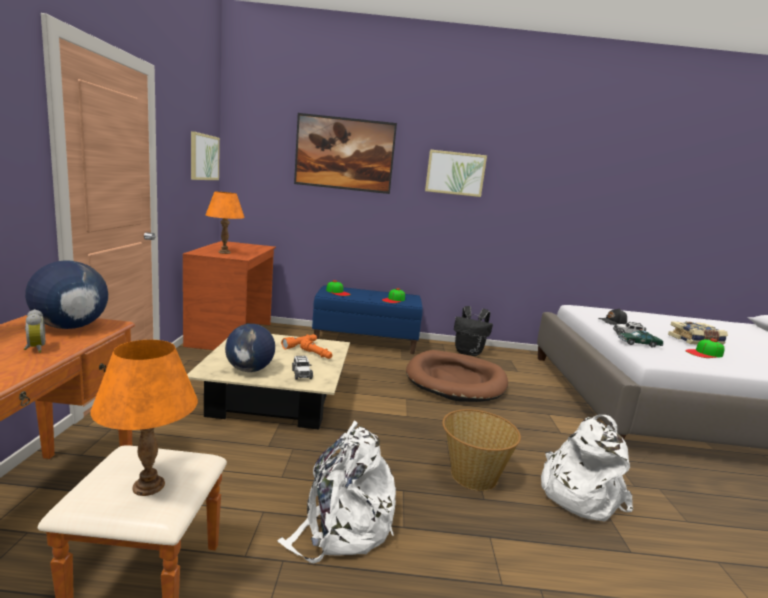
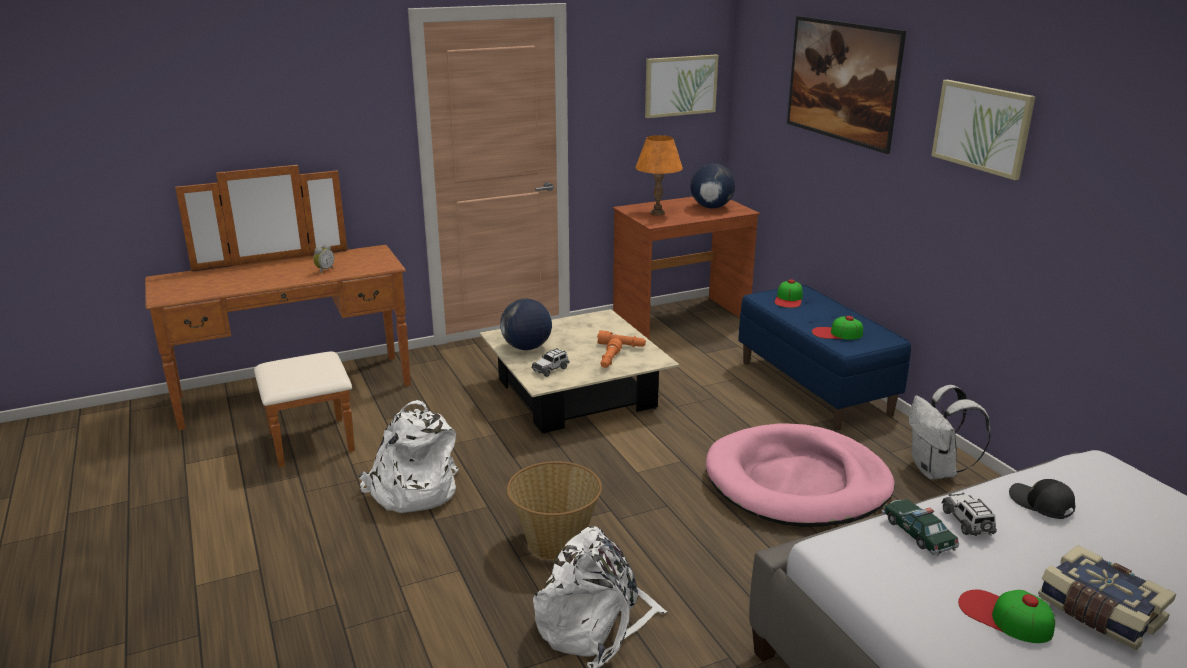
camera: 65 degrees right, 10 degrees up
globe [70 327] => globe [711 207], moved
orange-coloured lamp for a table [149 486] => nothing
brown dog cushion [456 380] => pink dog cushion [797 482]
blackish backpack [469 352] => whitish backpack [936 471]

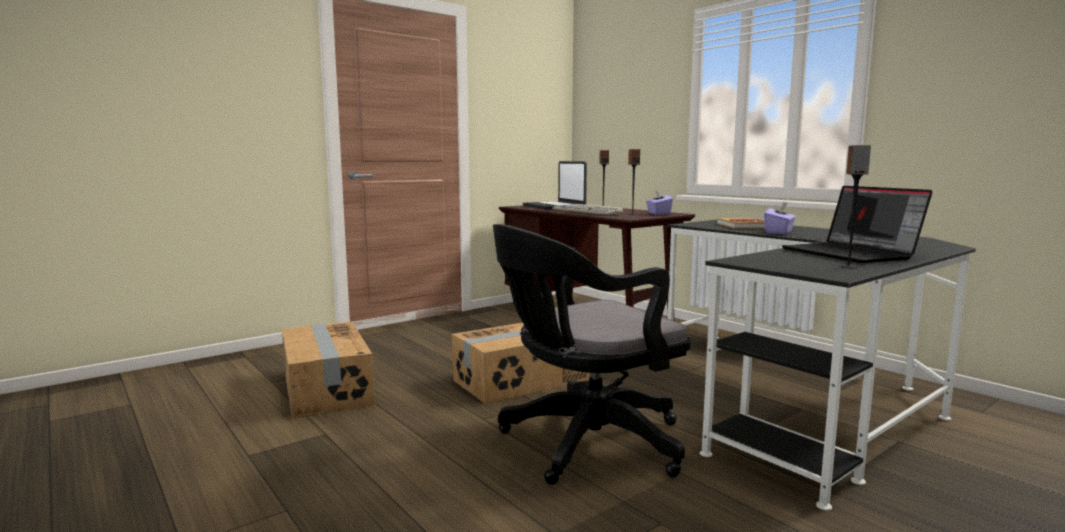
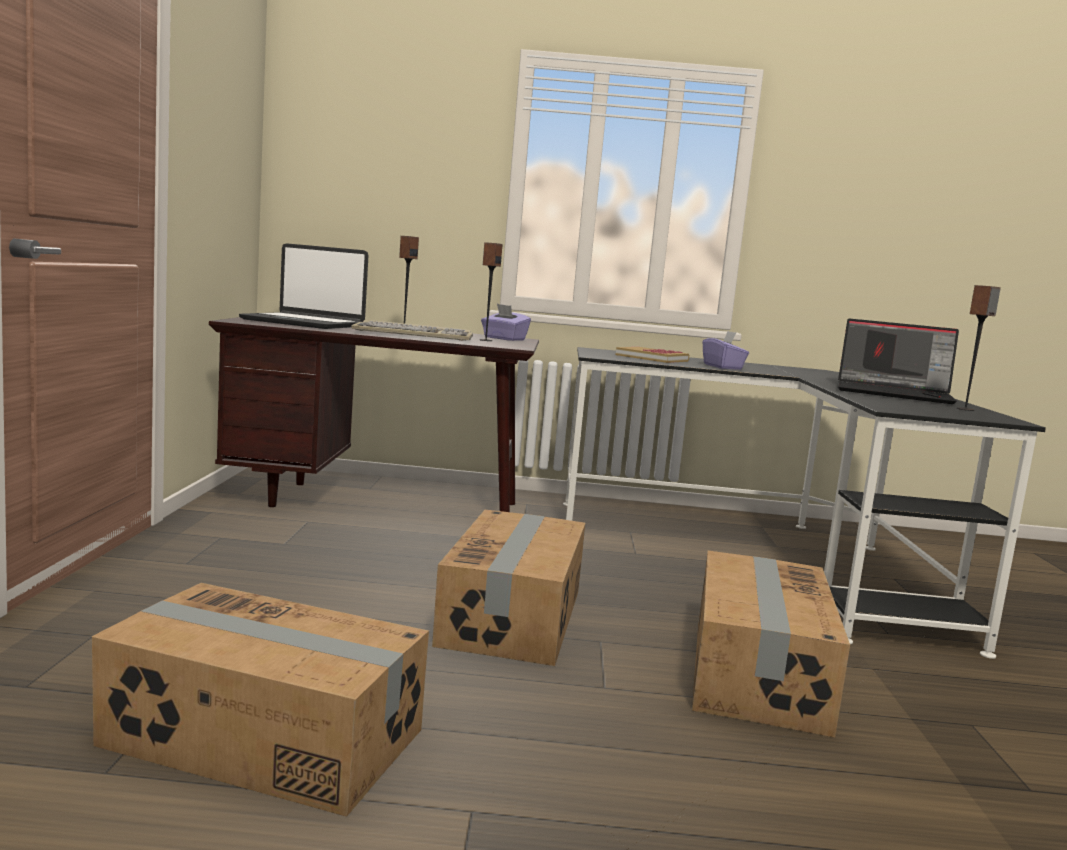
camera: 50 degrees left, 0 degrees up
blackish office chair [585 443] => carton [755 673]

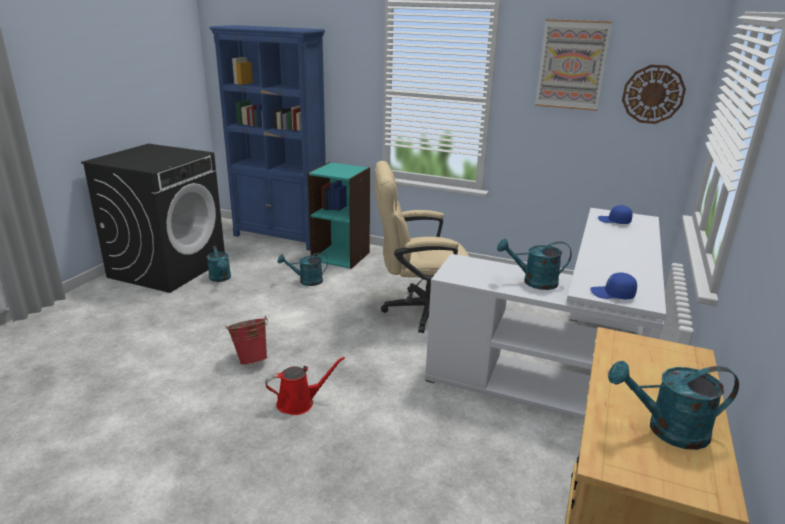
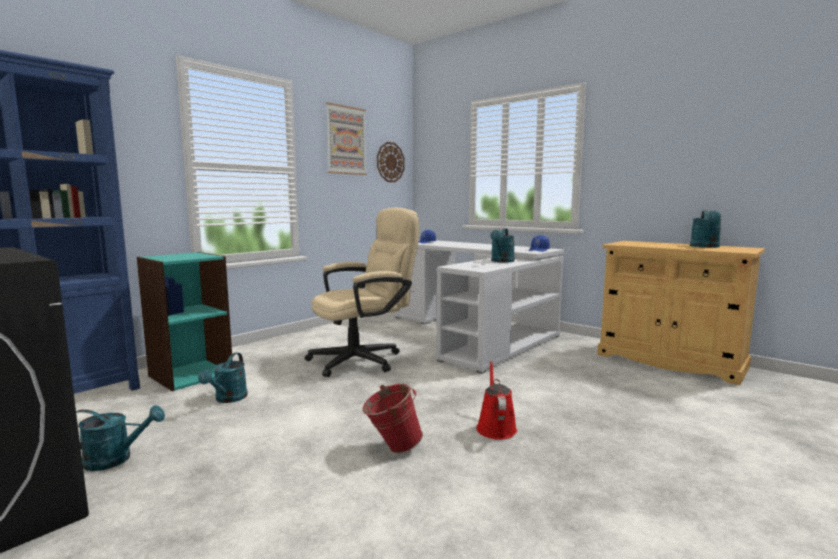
camera: 70 degrees left, 15 degrees down
beige-coloured office chair [419 310] => beige-coloured office chair [364 359], 135 degrees counterclockwise

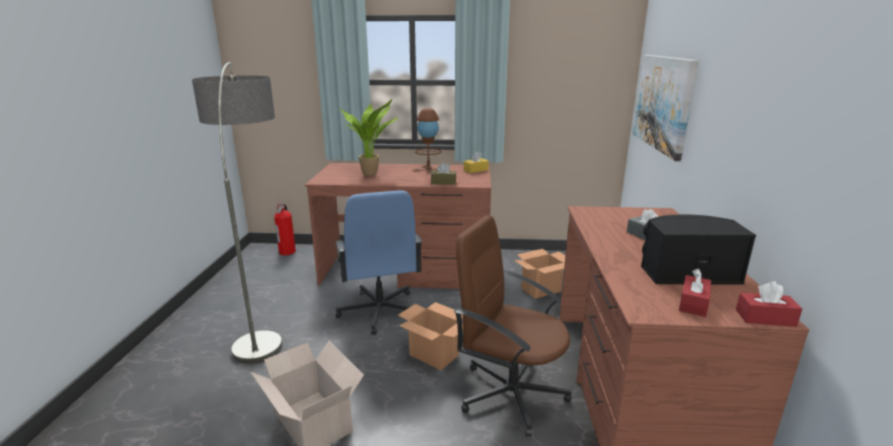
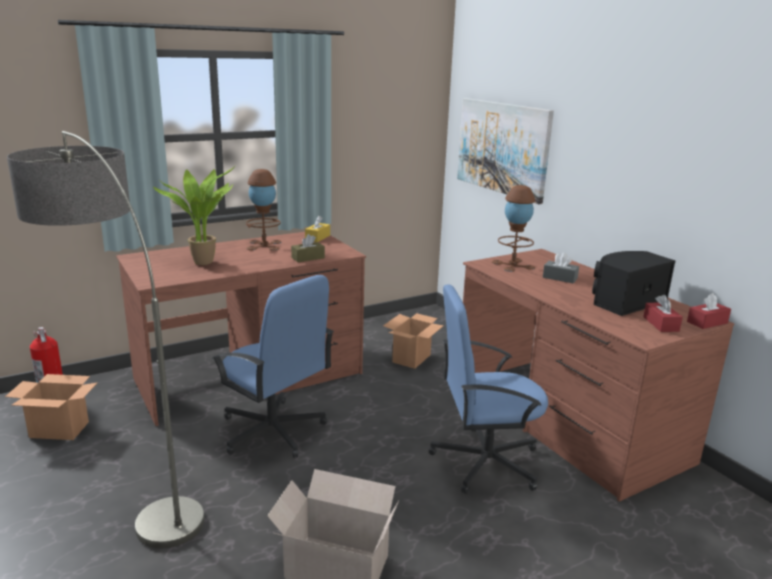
camera: 35 degrees left, 0 degrees up
carton [433 355] => carton [58 430], moved
brown office chair [510 393] => blue-coloured office chair [484 461]
nothing => brown lamp for a table [513 265]

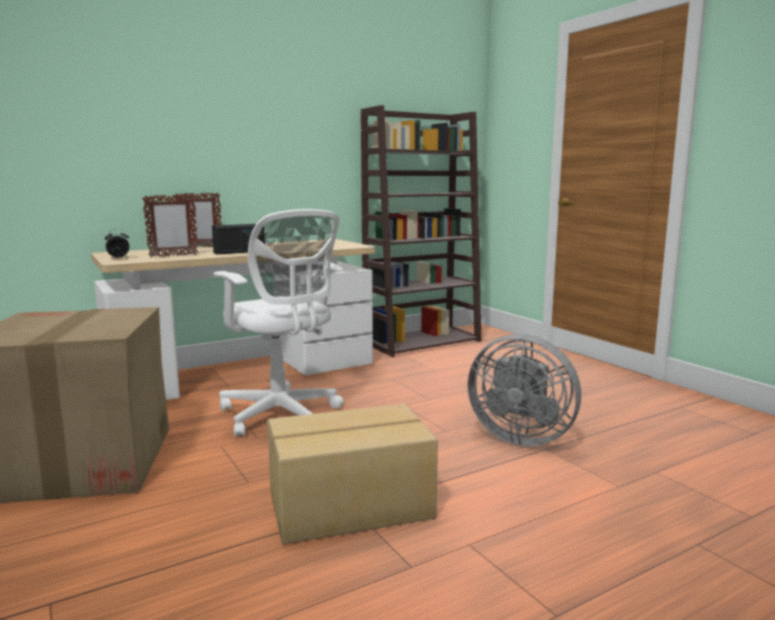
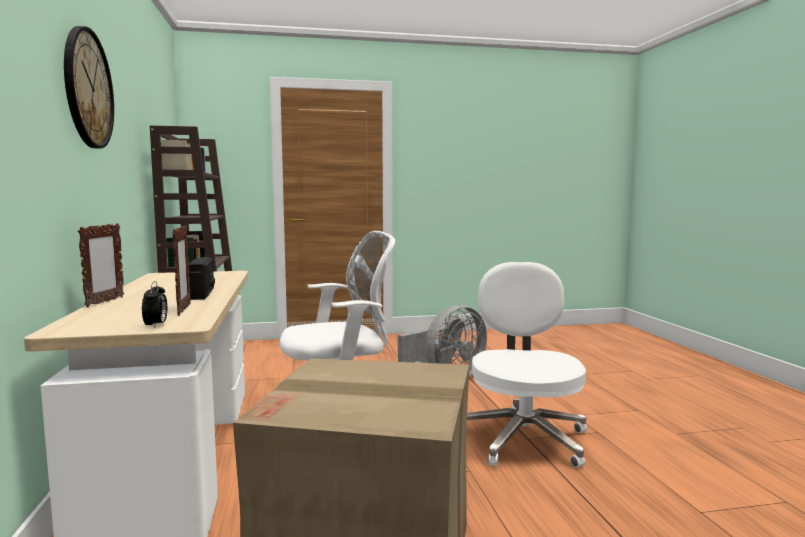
camera: 70 degrees left, 5 degrees down
carton [351 506] => whitish office chair [523 438]
nothing => wall clock [87 89]

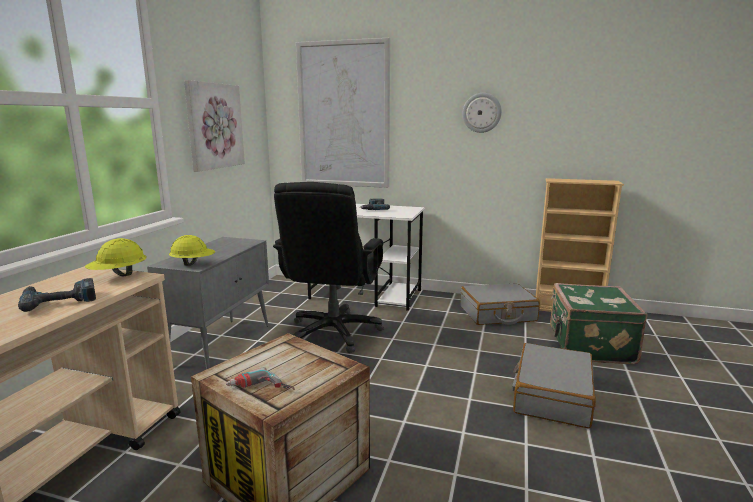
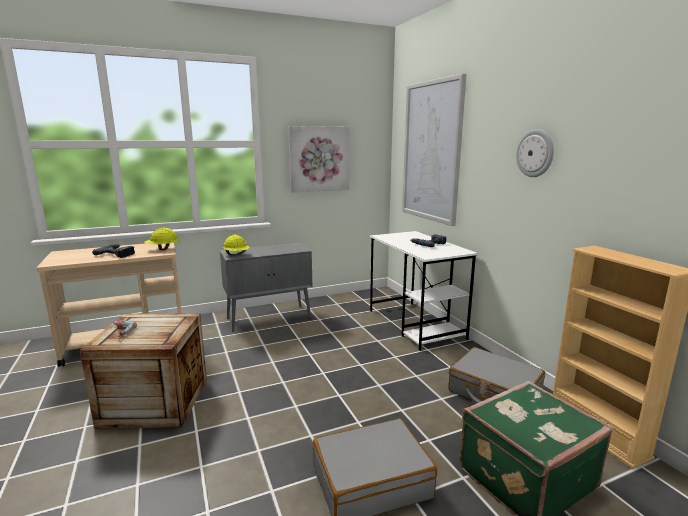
camera: 50 degrees right, 0 degrees up
blackish office chair [334 332] => nothing

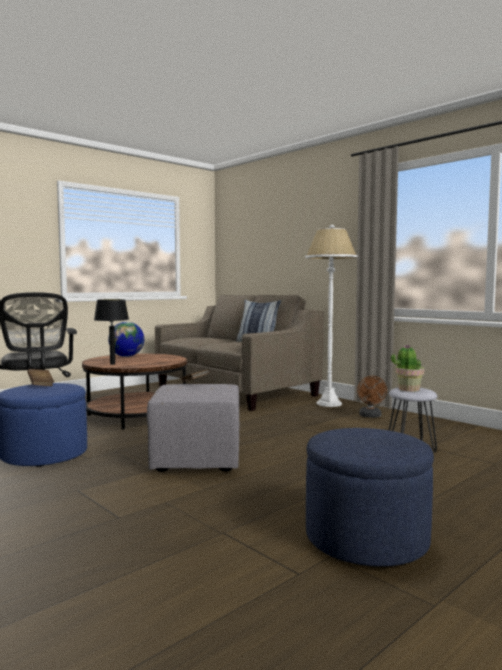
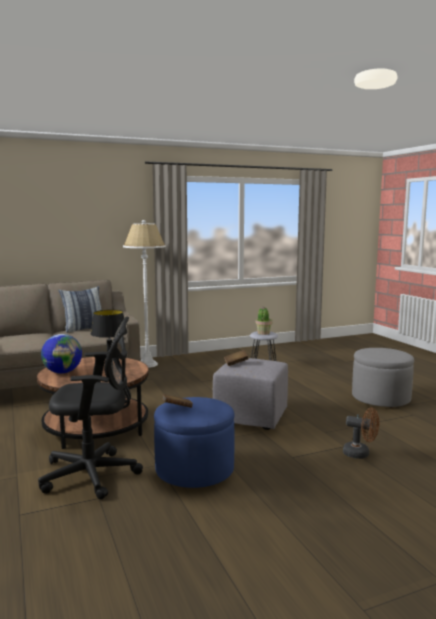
camera: 70 degrees left, 5 degrees up
blue-coloured pouffe [366 538] => greyish pouffe [380 398]
brown fan [370 416] => brown fan [360 454], moved

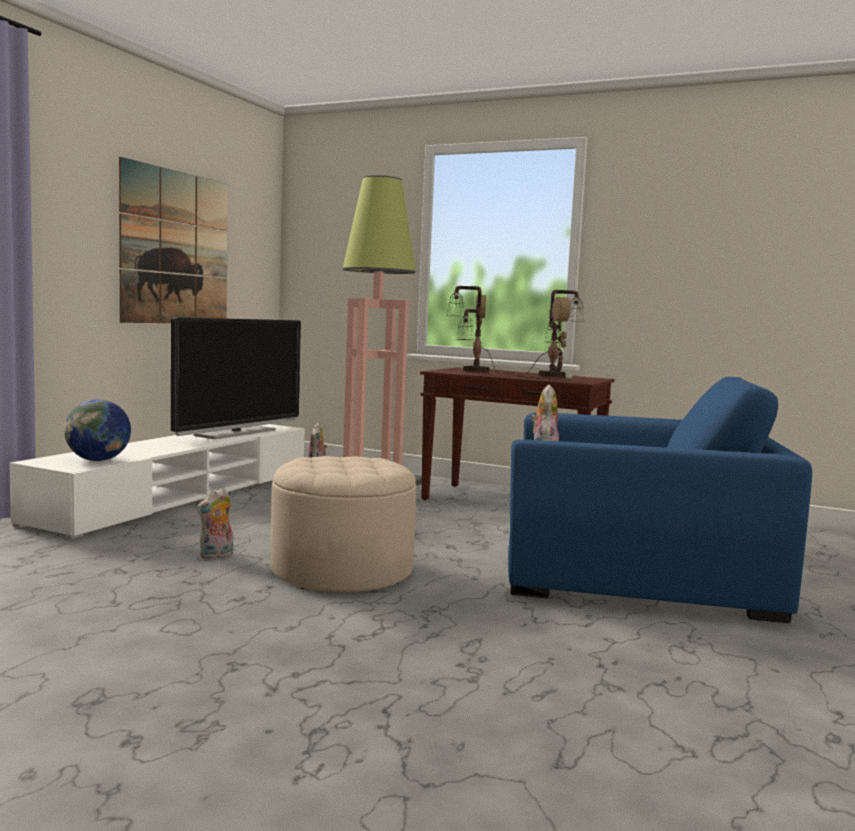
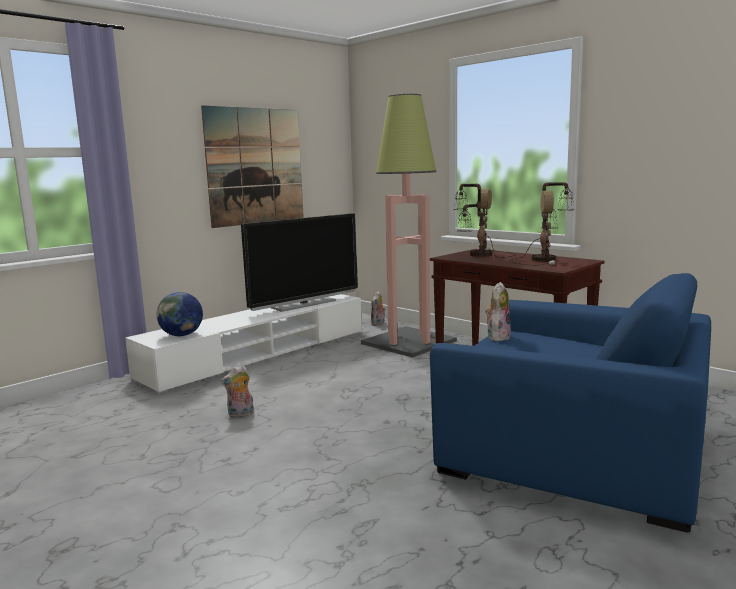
camera: 20 degrees right, 5 degrees up
beige-coloured pouffe [342 570] => nothing

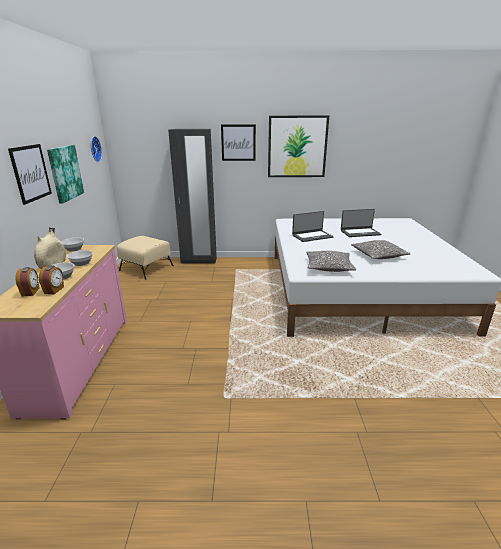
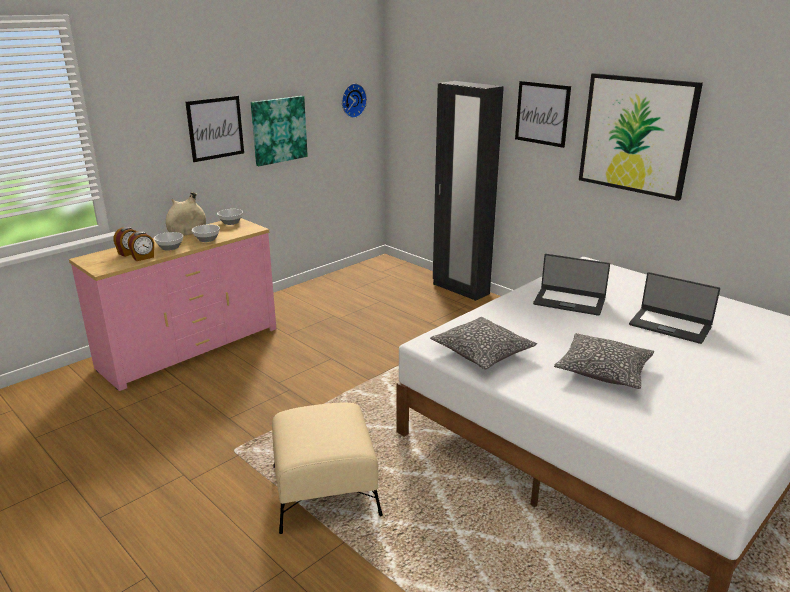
camera: 45 degrees right, 0 degrees up
beige-coloured pouffe [146 268] => beige-coloured pouffe [324 491], moved

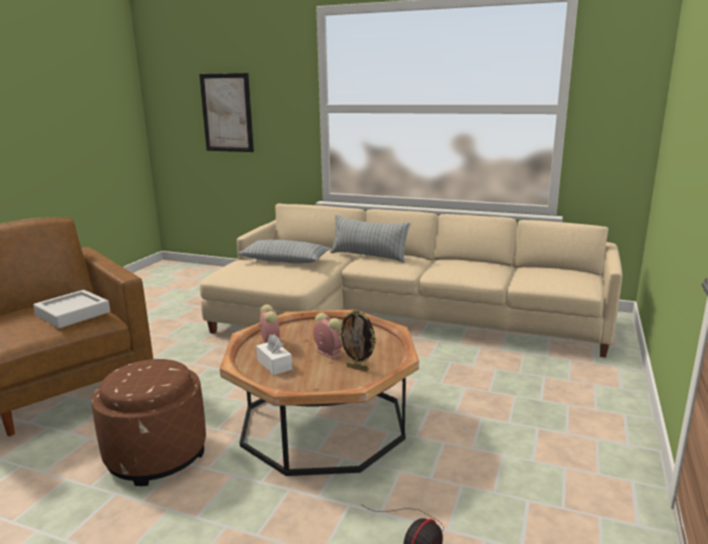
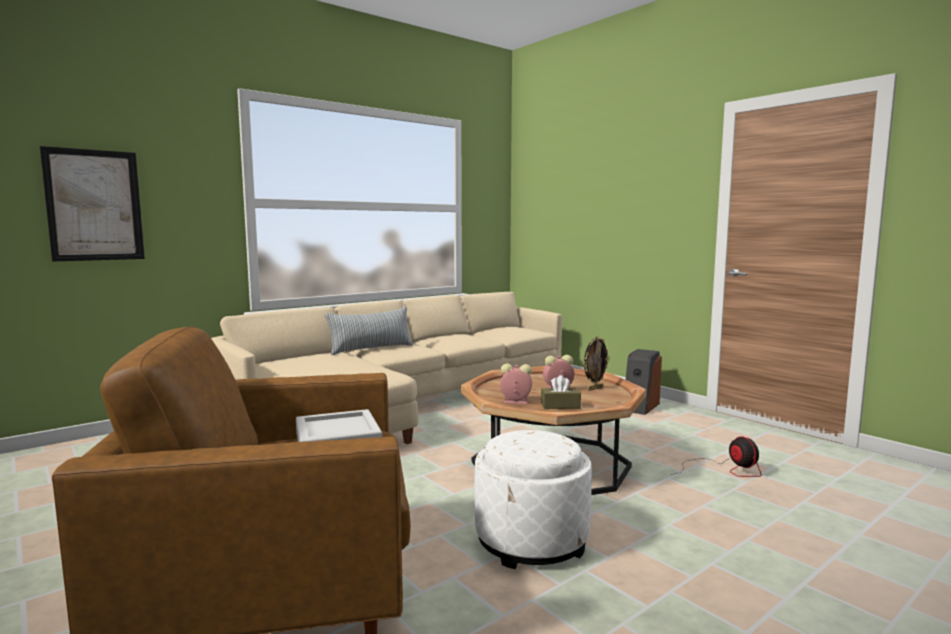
camera: 60 degrees left, 10 degrees down
brown pouffe [156 454] => whitish pouffe [531 540]
cushion [285 260] => nothing
whitish tissue holder [274 365] => brown tissue holder [560 406]
nothing => speaker [640 407]

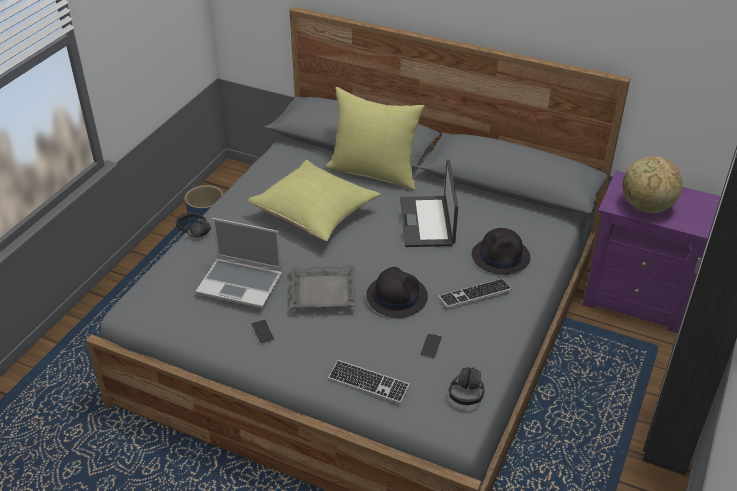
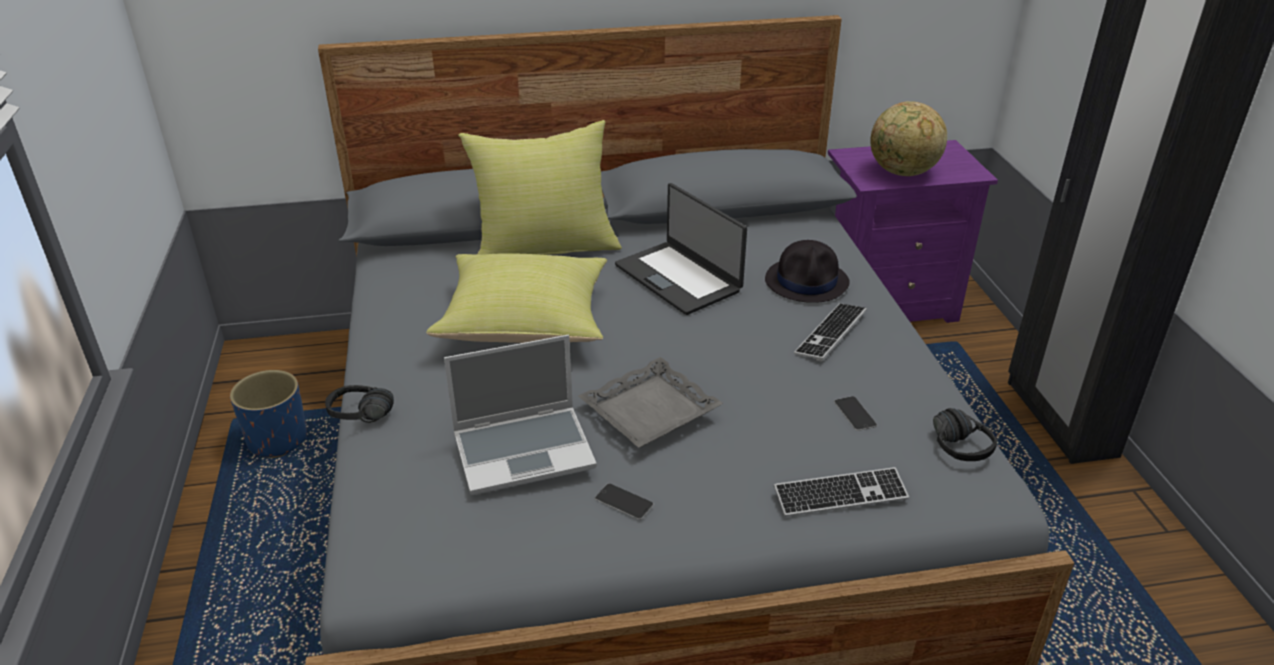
camera: 35 degrees left, 5 degrees down
blackish wearable hat [396 296] => nothing

